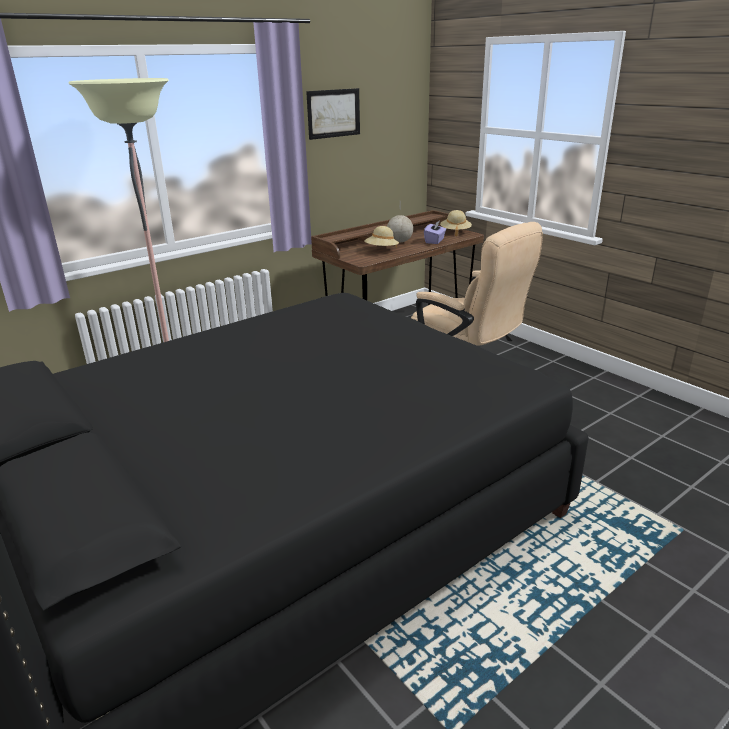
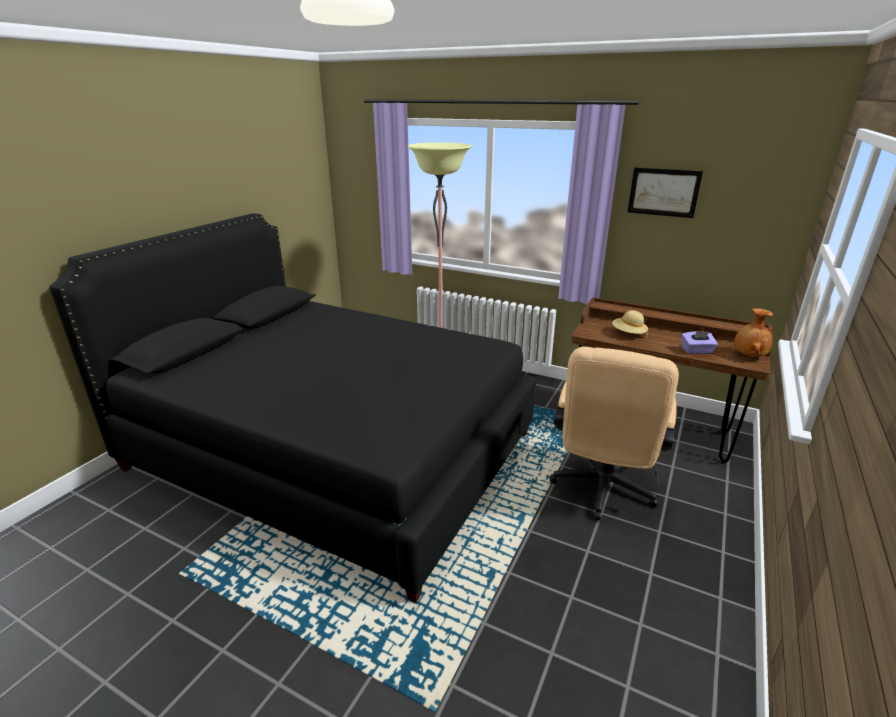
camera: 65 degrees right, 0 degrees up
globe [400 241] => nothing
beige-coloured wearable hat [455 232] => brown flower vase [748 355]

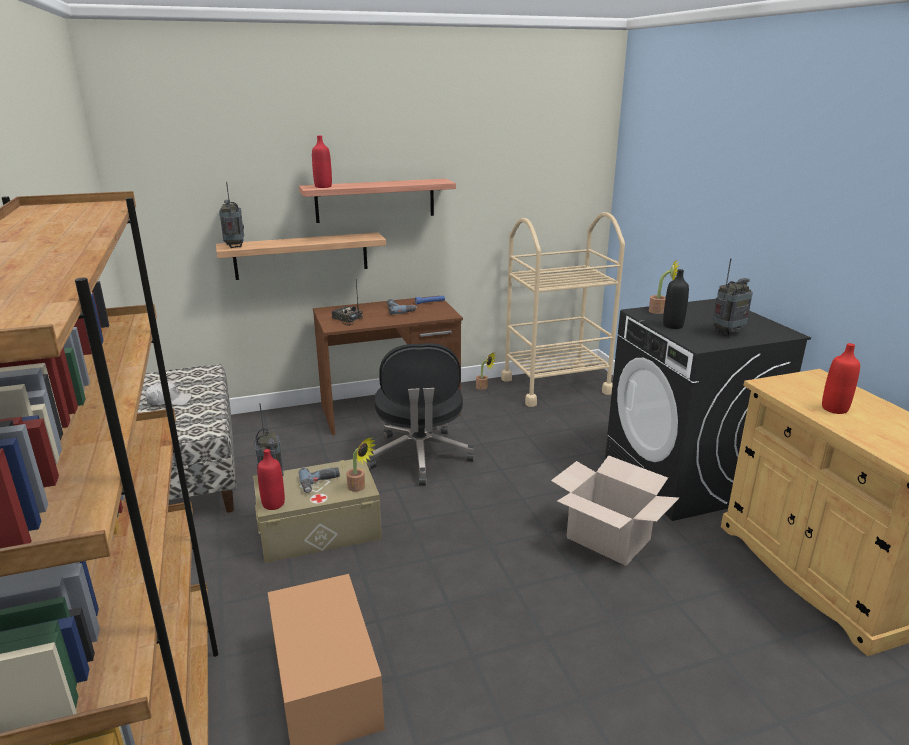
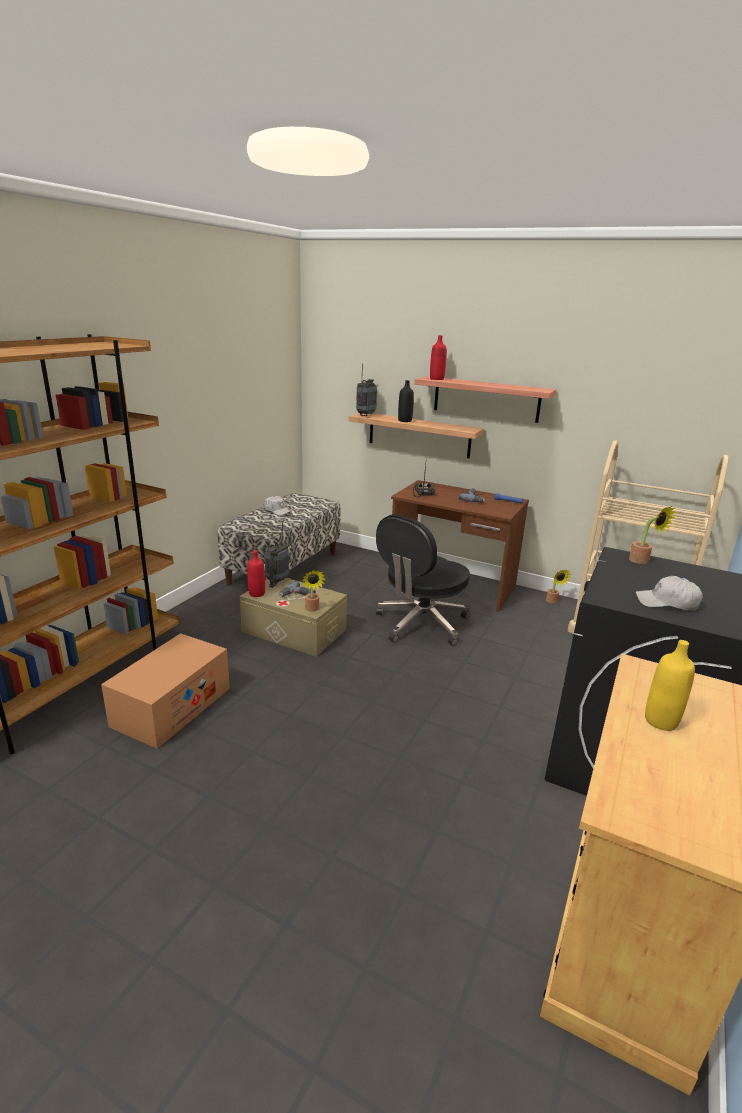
camera: 45 degrees right, 0 degrees up
carton [608 538] => nothing
blackish beverage bottle [673 326] => blackish beverage bottle [405 421], moved
radio set [728 333] => whitish peaked cap [667 602]
red beverage bottle [834 409] => yellow-coloured beverage bottle [661 721]

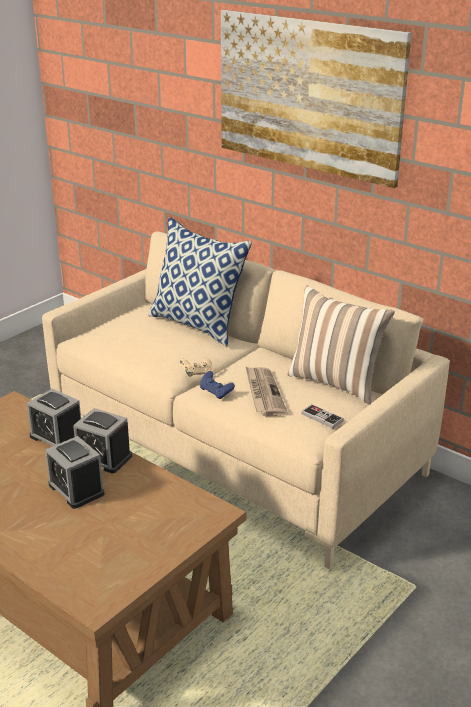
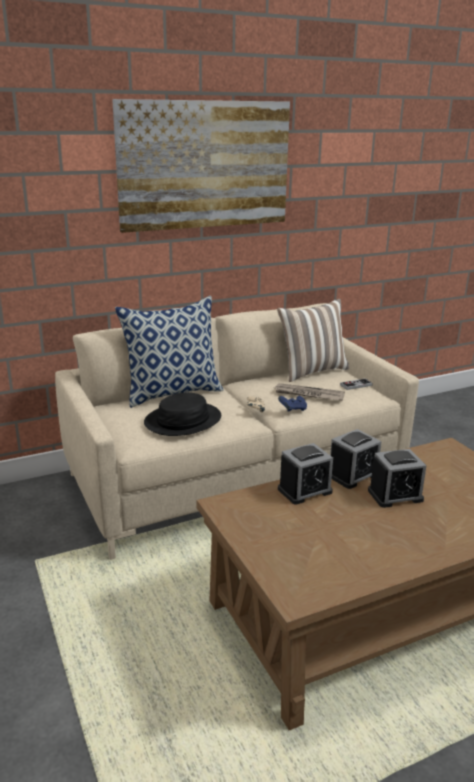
camera: 65 degrees left, 5 degrees down
nothing => blackish wearable hat [183 420]

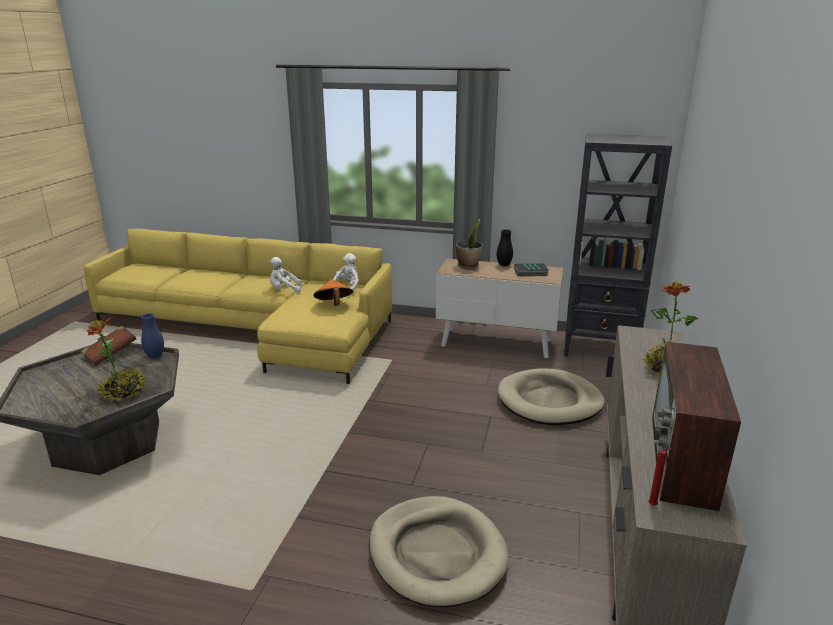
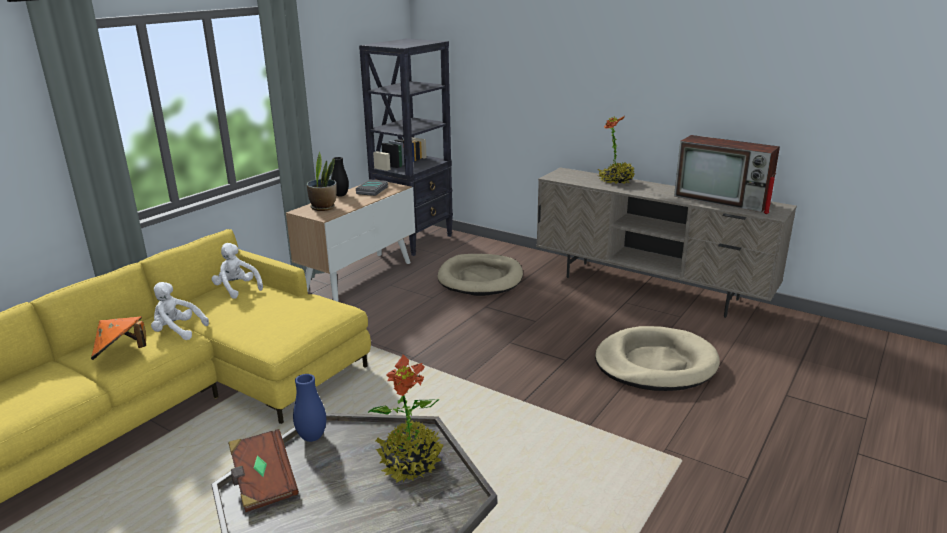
camera: 70 degrees left, 0 degrees up
whitish cuddly toy [284 290] => whitish cuddly toy [177 331], 90 degrees clockwise
orange-coloured wearable hat [333 305] => orange-coloured wearable hat [121 354], moved

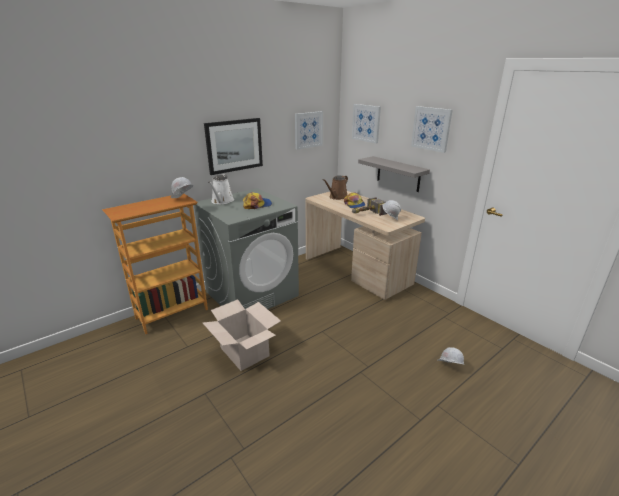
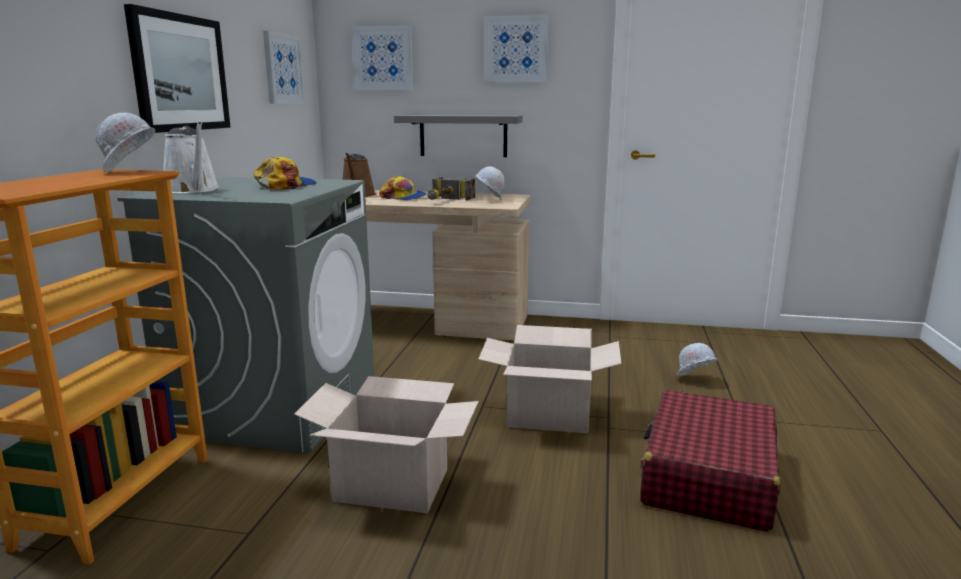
camera: 40 degrees left, 10 degrees down
nothing => carton [549 415]
nothing => red suitcase [707 477]

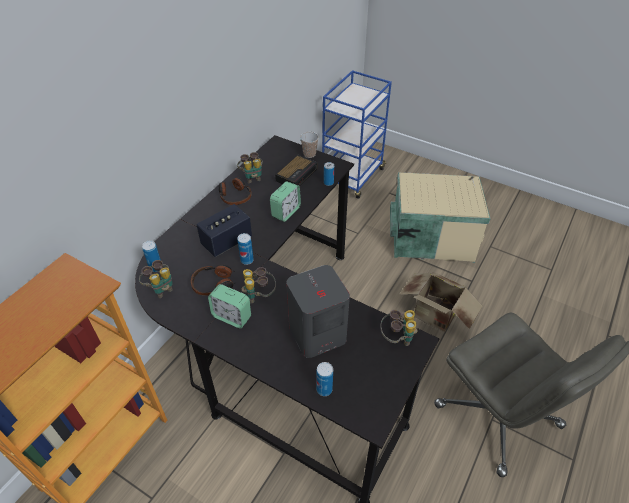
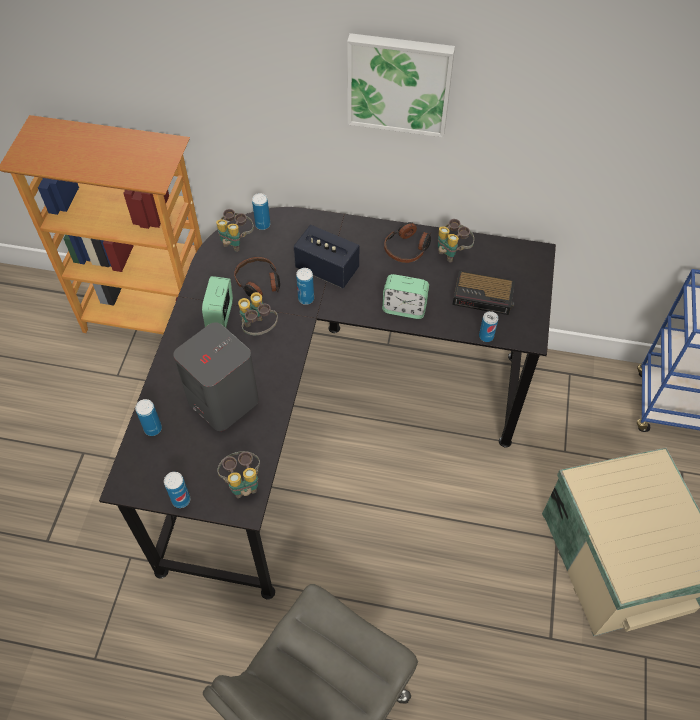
camera: 70 degrees right, 10 degrees up
drinking cup [309 154] => nothing
carton [435 317] => nothing
nothing => sealed can [181 500]
nothing => wall picture [399 83]

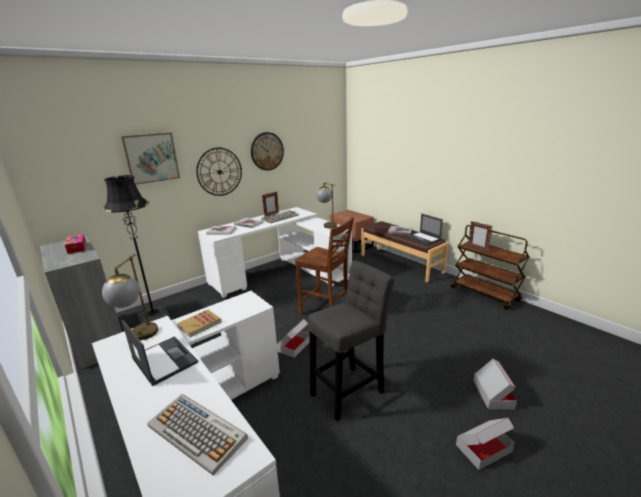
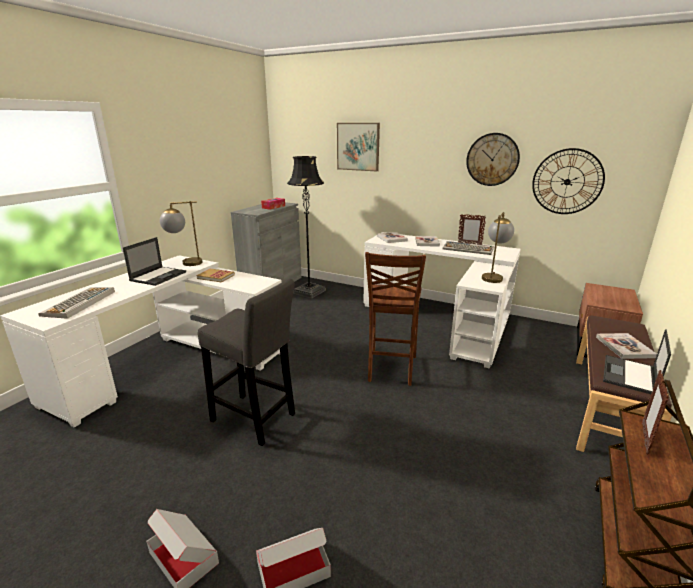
camera: 65 degrees right, 0 degrees up
wall clock [219 172] => wall clock [567 182], moved
carton [294 345] => nothing

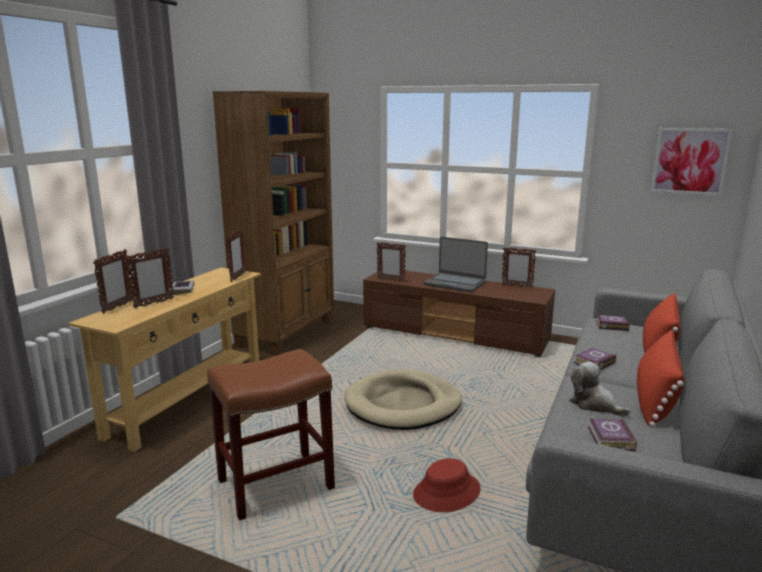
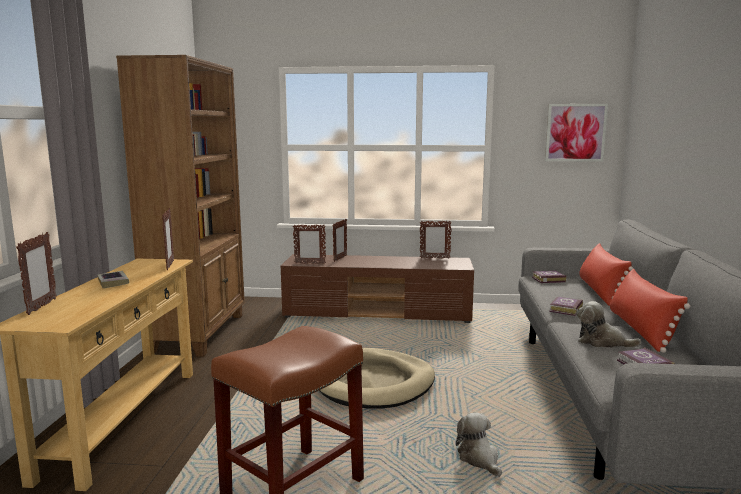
camera: 20 degrees left, 5 degrees down
photo frame [153 303] => photo frame [340 258], moved
red wearable hat [446 493] => cuddly toy [479 458]
laptop [455 283] => nothing

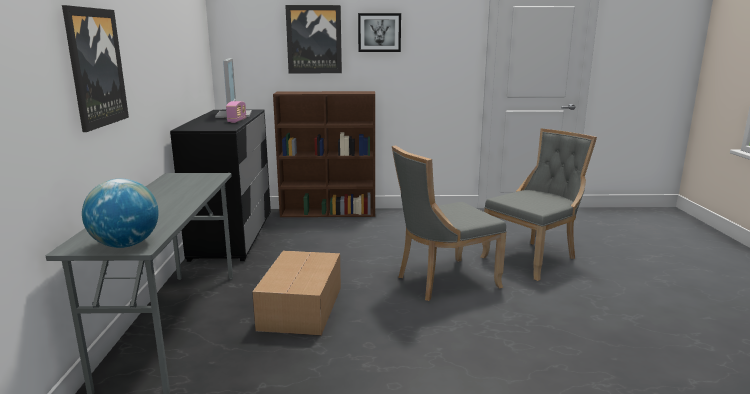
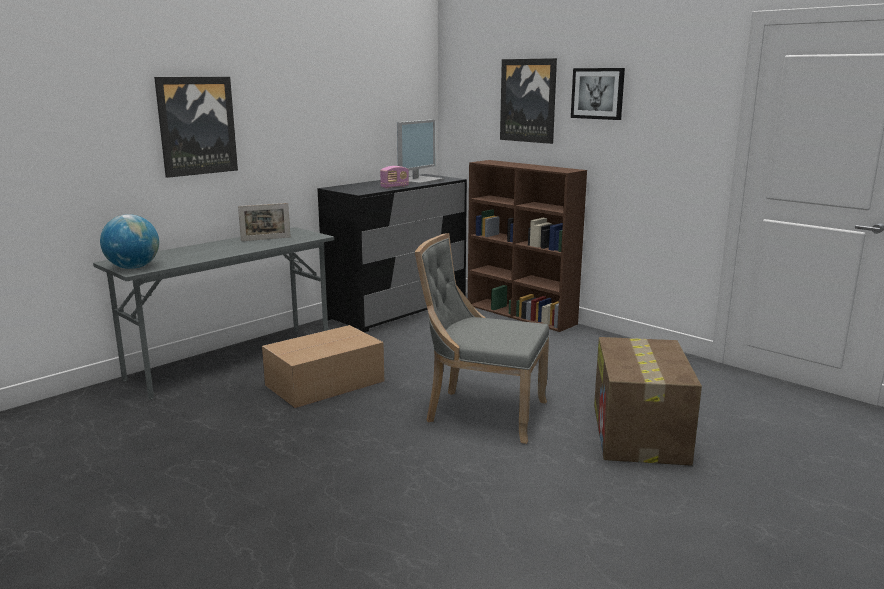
camera: 45 degrees right, 0 degrees up
greyish upright chair [533 258] => carton [639 434]
nothing => photo frame [266 239]

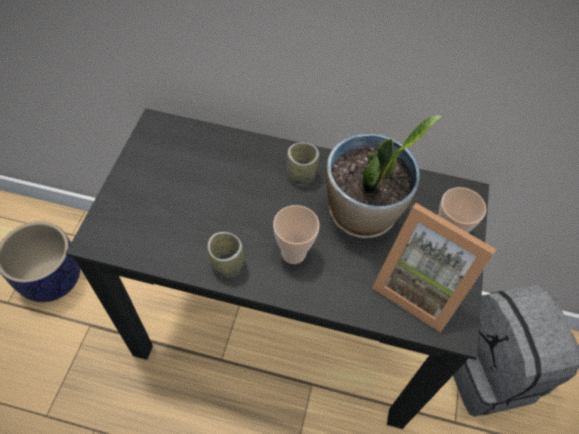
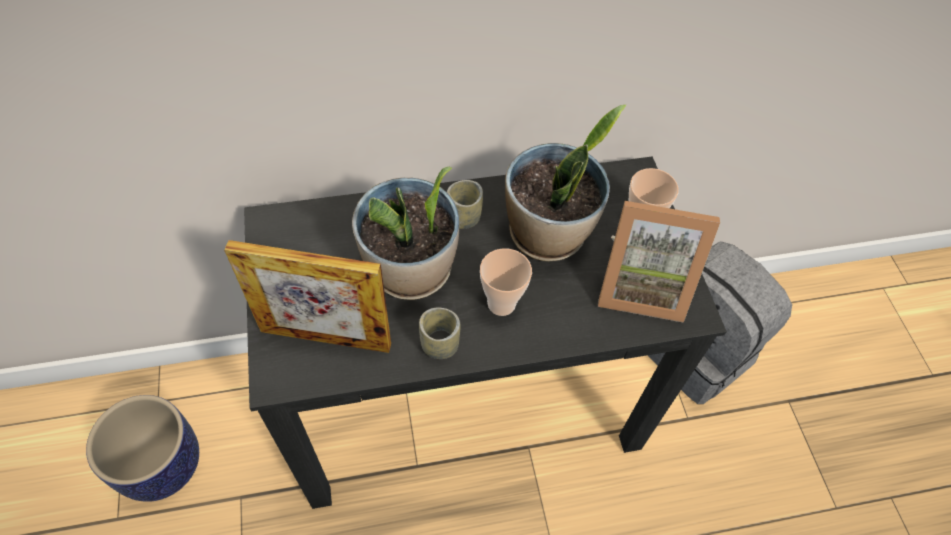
camera: 25 degrees left, 0 degrees up
nothing => photo frame [325 337]
nothing => plant in a pot [411 271]

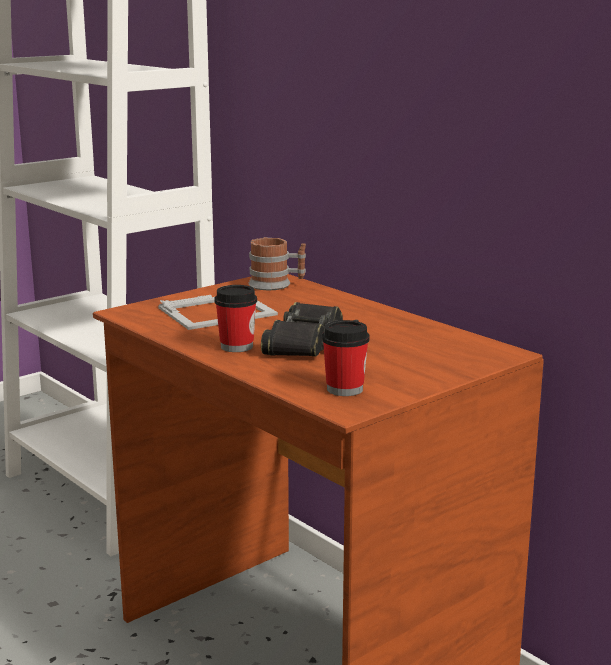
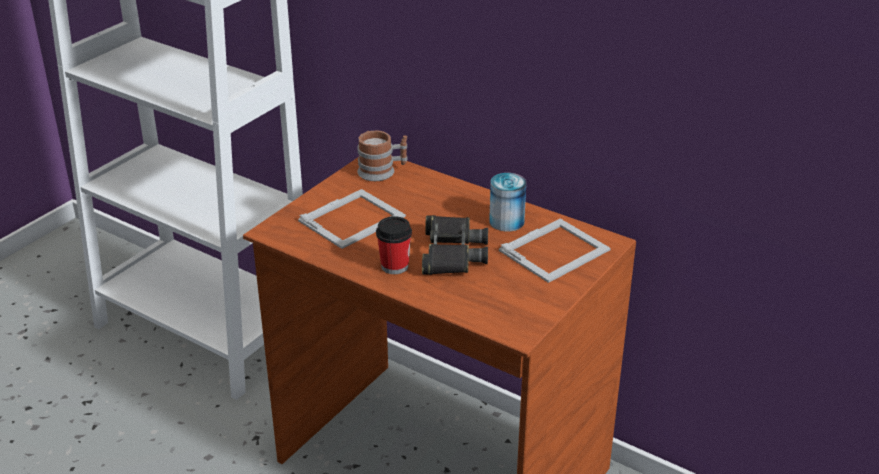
camera: 15 degrees left, 15 degrees up
drinking cup [344 389] => nothing
nothing => sealed can [506 221]
nothing => photo frame [556 250]

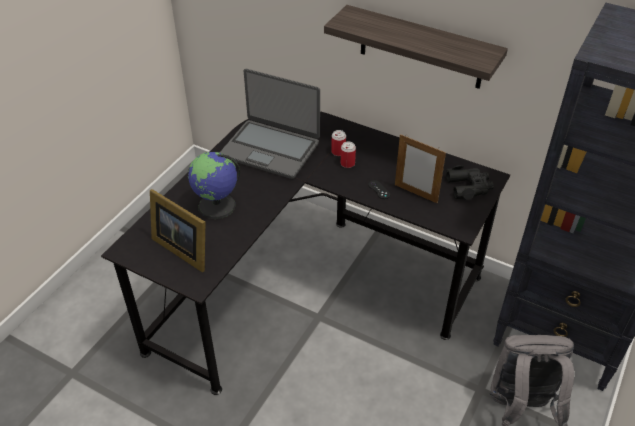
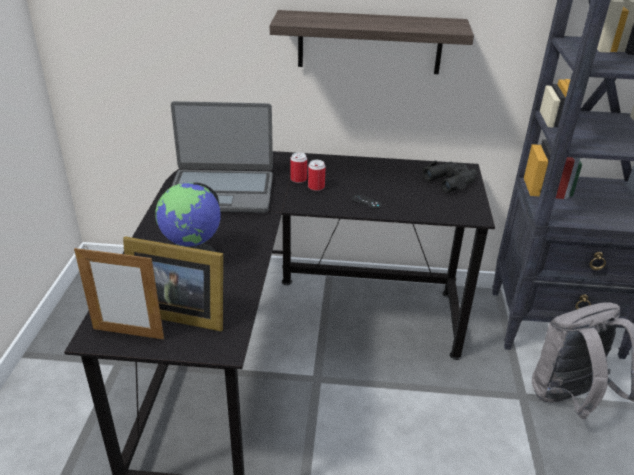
camera: 25 degrees left, 10 degrees down
photo frame [416 193] => photo frame [128 333], moved

